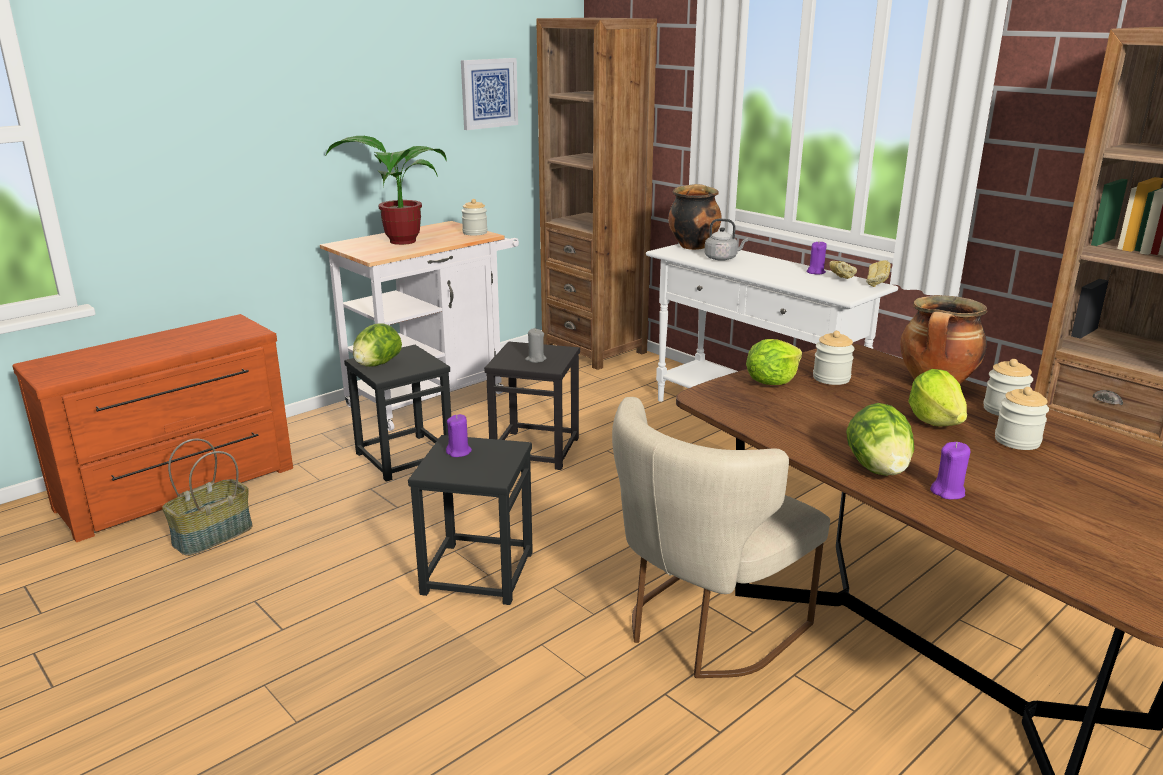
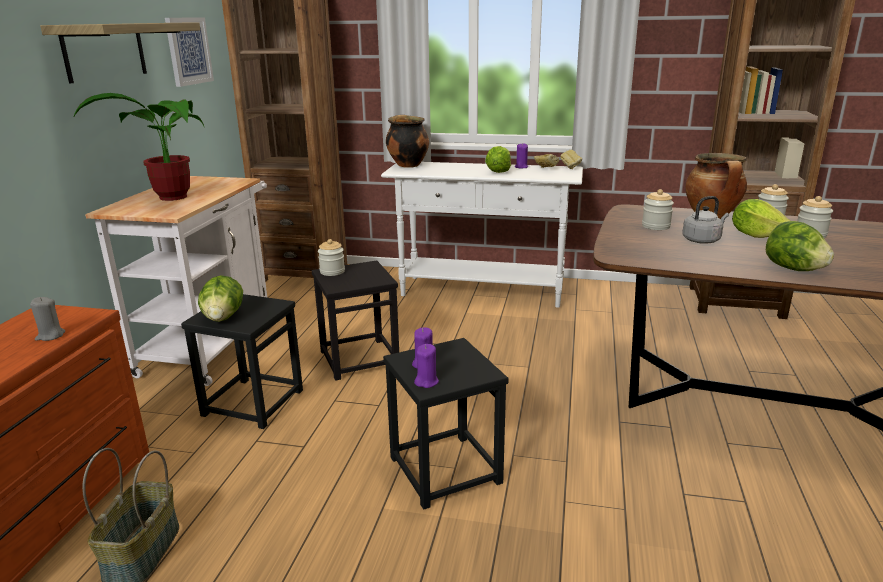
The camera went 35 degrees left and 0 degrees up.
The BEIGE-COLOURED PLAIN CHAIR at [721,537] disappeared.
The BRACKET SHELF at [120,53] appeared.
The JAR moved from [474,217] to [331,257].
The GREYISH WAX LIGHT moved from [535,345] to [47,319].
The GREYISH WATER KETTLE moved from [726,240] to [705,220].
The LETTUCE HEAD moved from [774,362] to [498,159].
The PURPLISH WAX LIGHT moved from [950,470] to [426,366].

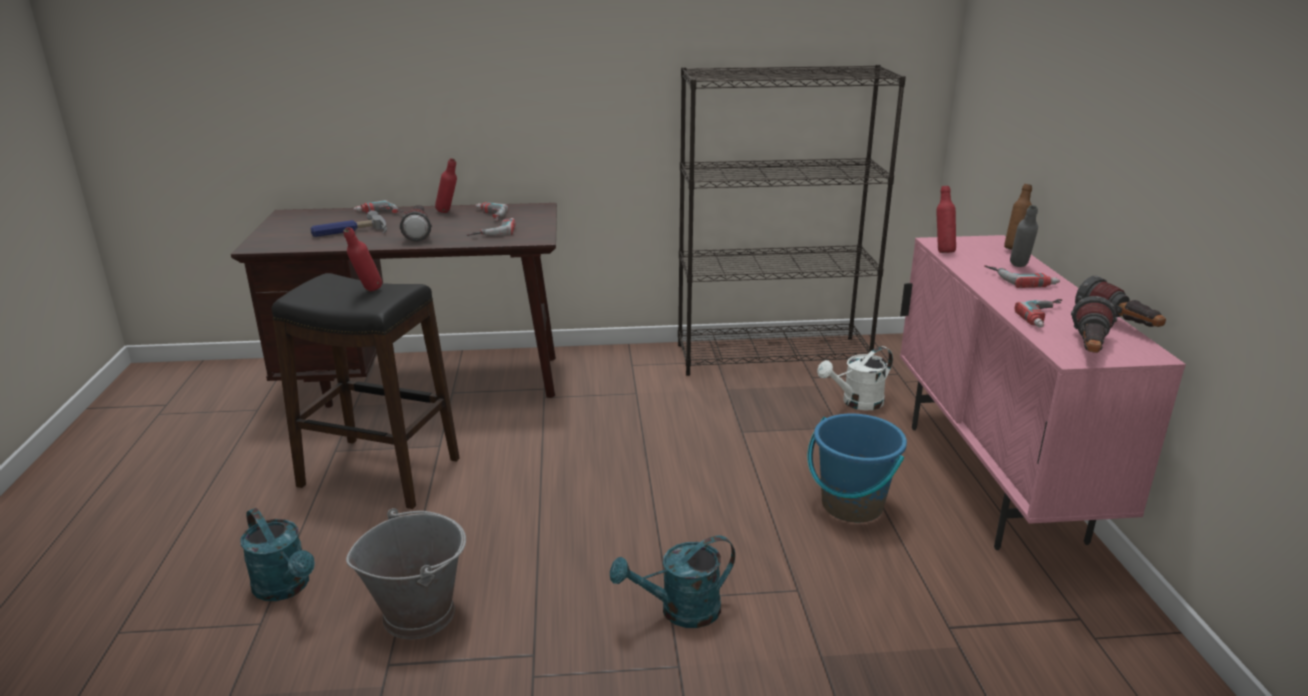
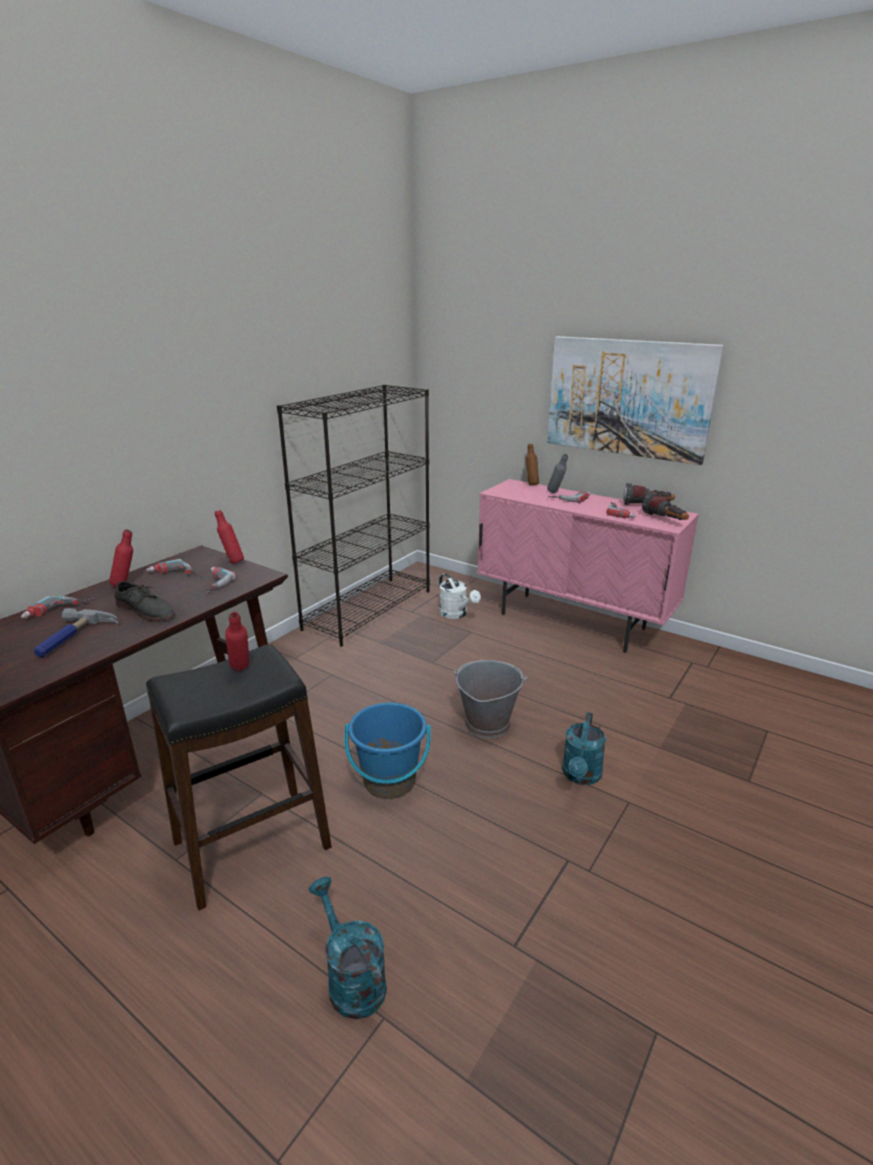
The camera went 50 degrees left and 0 degrees up.
The WALL ART at [635,400] appeared.
The GREYISH BUCKET moved from [406,573] to [490,699].
The BLUISH BUCKET moved from [857,468] to [387,751].
The REDDISH BEVERAGE BOTTLE moved from [946,219] to [229,537].
The FLASHLIGHT at [416,223] was replaced by the GREYISH ITEM OF FOOTWEAR at [144,601].
The TURQUOISE-COLOURED WATERING POT at [278,554] turned 120 degrees counterclockwise.
The WHITISH WATERING POT at [855,378] turned 45 degrees counterclockwise.

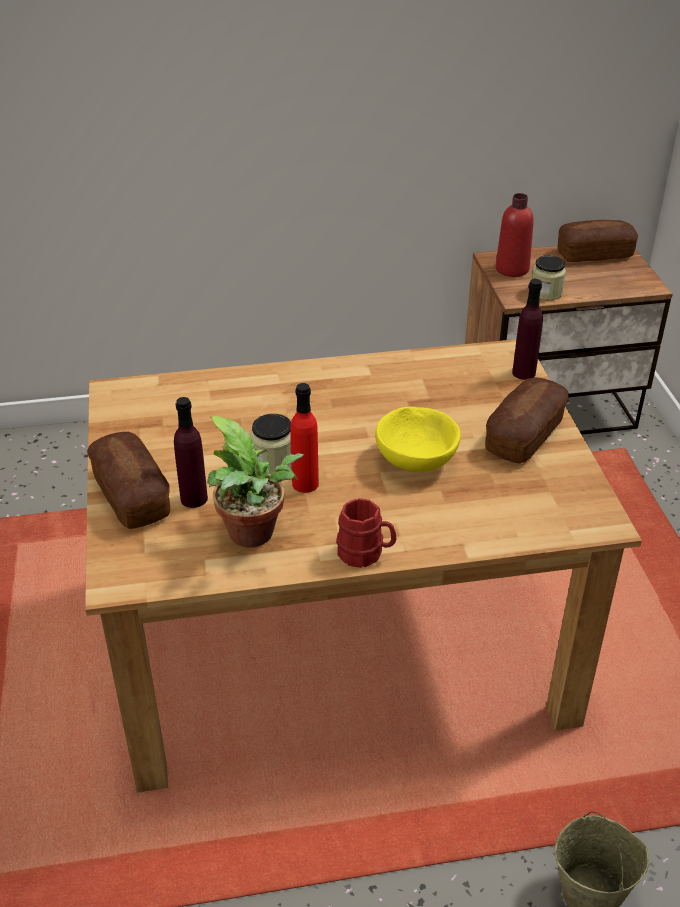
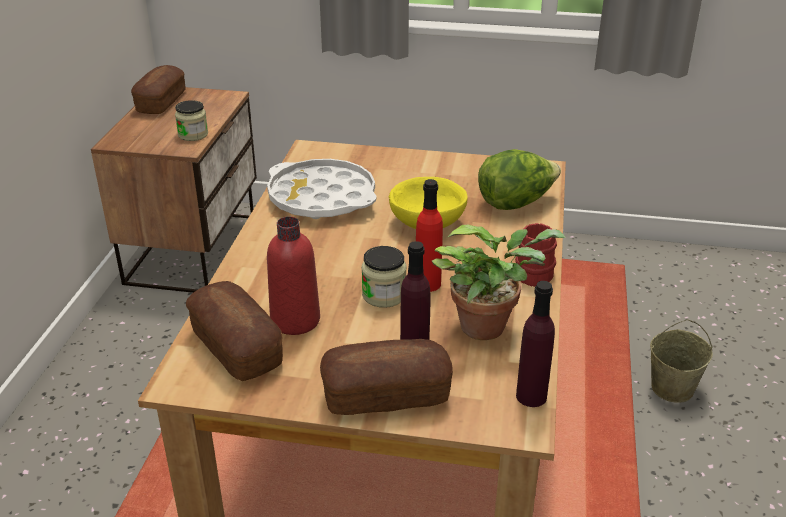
The camera went 70 degrees left and 5 degrees down.
The WHITISH SERVING TRAY at [322,189] appeared.
The LETTUCE HEAD at [519,179] appeared.
The BAKED BREAD moved from [527,420] to [234,331].
The REDDISH BEVERAGE BOTTLE moved from [514,235] to [293,275].
The PURPLISH BEVERAGE BOTTLE moved from [527,329] to [535,344].

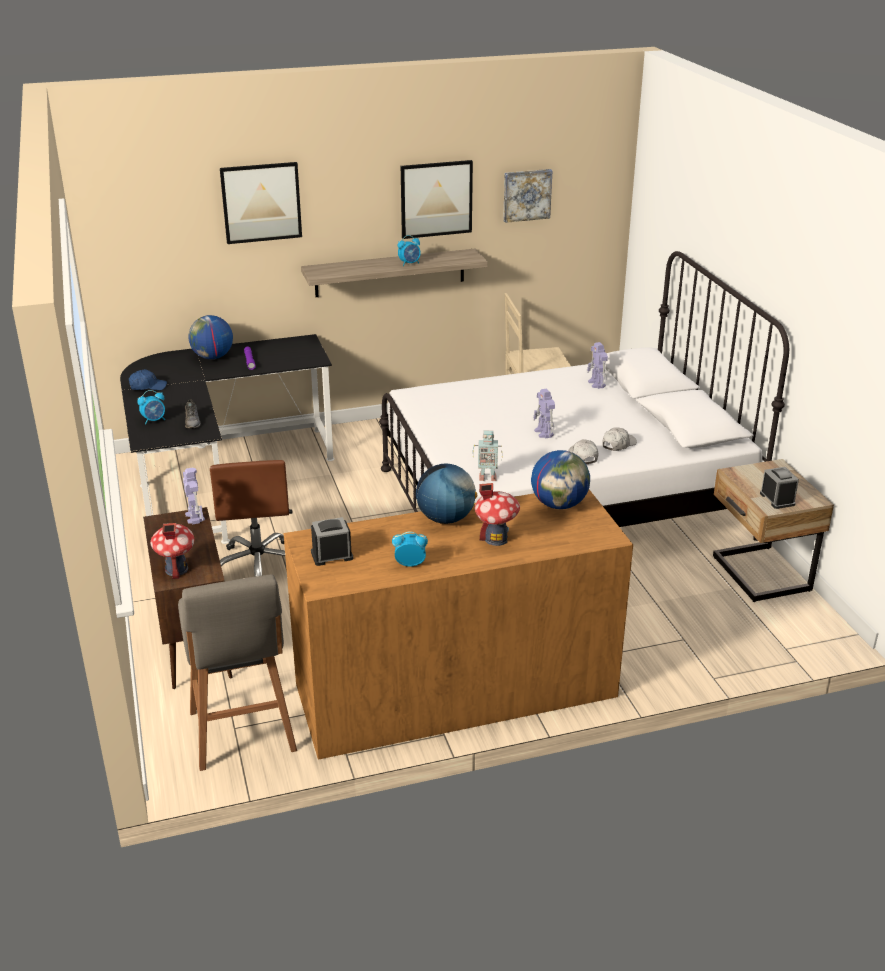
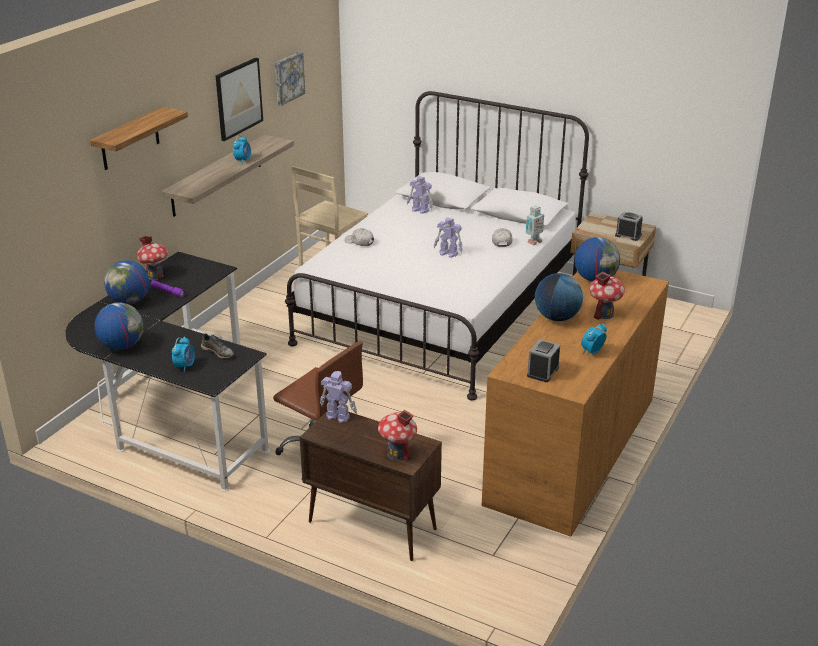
The camera went 45 degrees left and 0 degrees up.
The GREYISH STOOL SEAT at [237,672] disappeared.
The MODEL HOUSE at [152,257] appeared.
The ROBOT FIGURE moved from [488,455] to [535,225].
The WHITISH PEAKED CAP moved from [584,451] to [359,237].
The BLUISH PEAKED CAP at [148,379] was replaced by the WORLD GLOBE at [119,326].
The WALL ART at [261,203] was replaced by the BRACKET SHELF at [139,138].

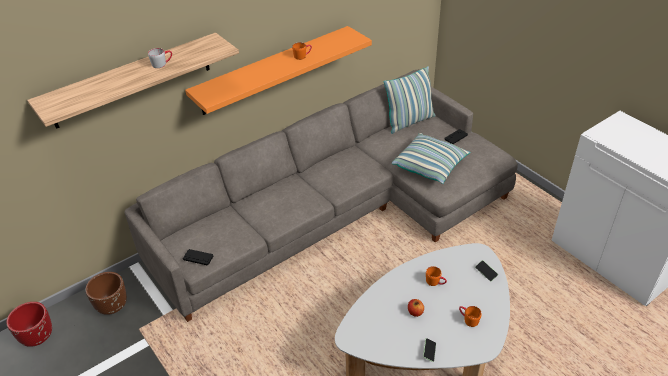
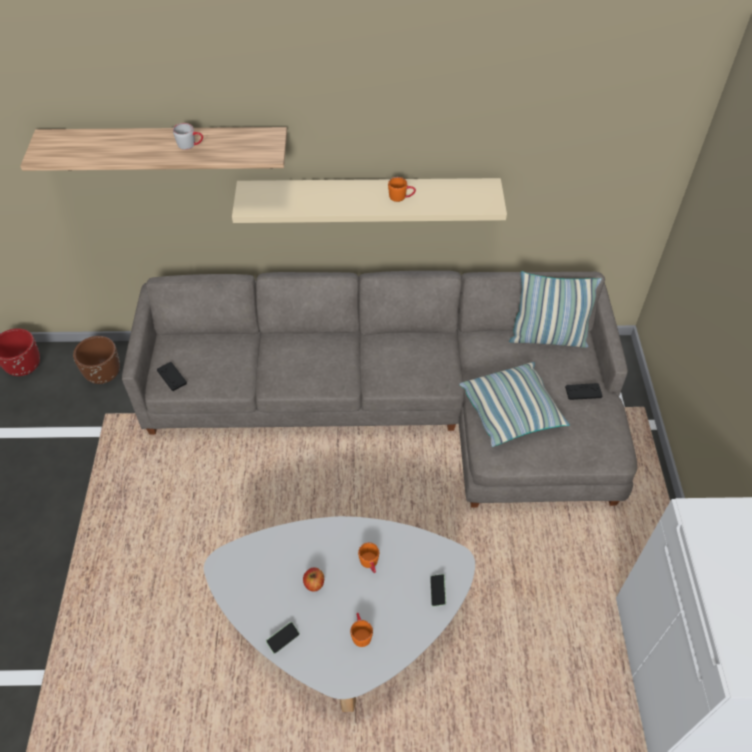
The camera went 35 degrees right and 10 degrees up.
The ORANGE-COLOURED BRACKET SHELF at [278,70] became the BEIGE-COLOURED BRACKET SHELF at [369,200].

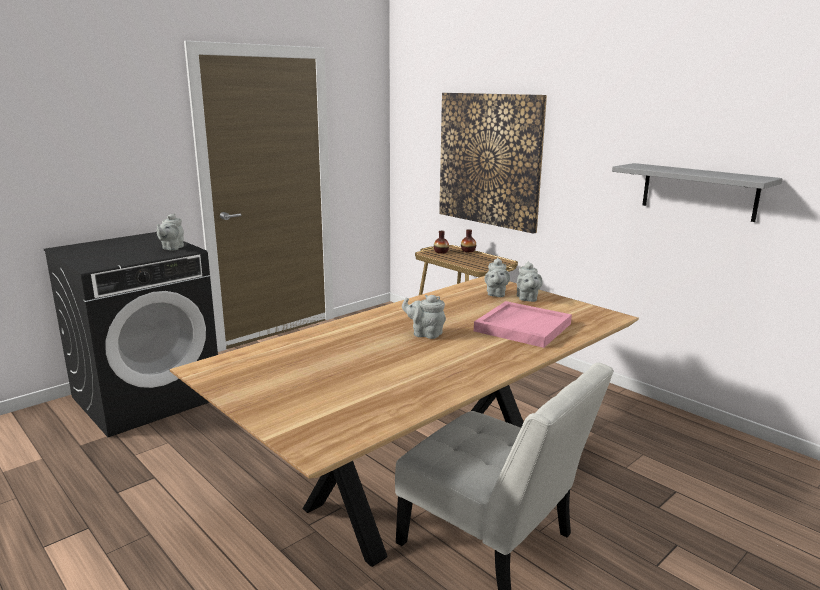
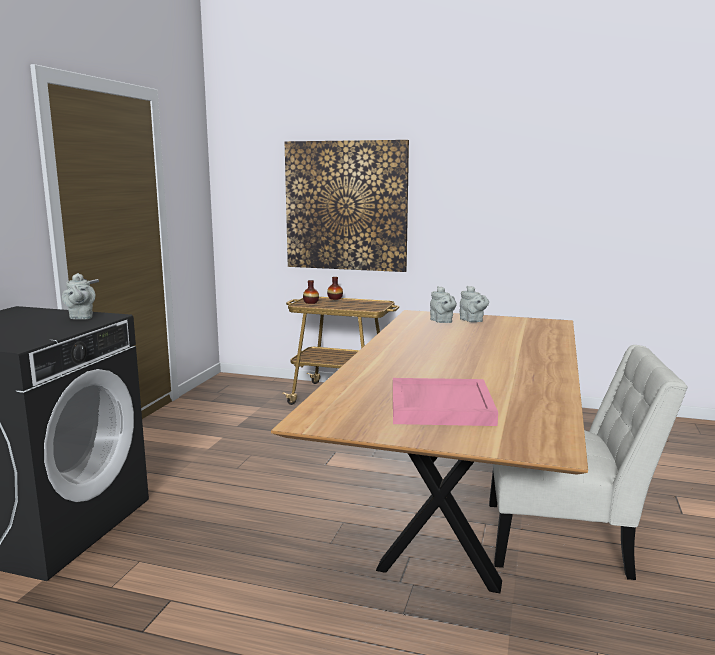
The camera went 30 degrees left and 5 degrees down.
The GREYISH TEAPOT at [424,317] disappeared.
The GREYISH BRACKET SHELF at [697,192] disappeared.
The PINKISH SERVING TRAY moved from [523,324] to [445,402].

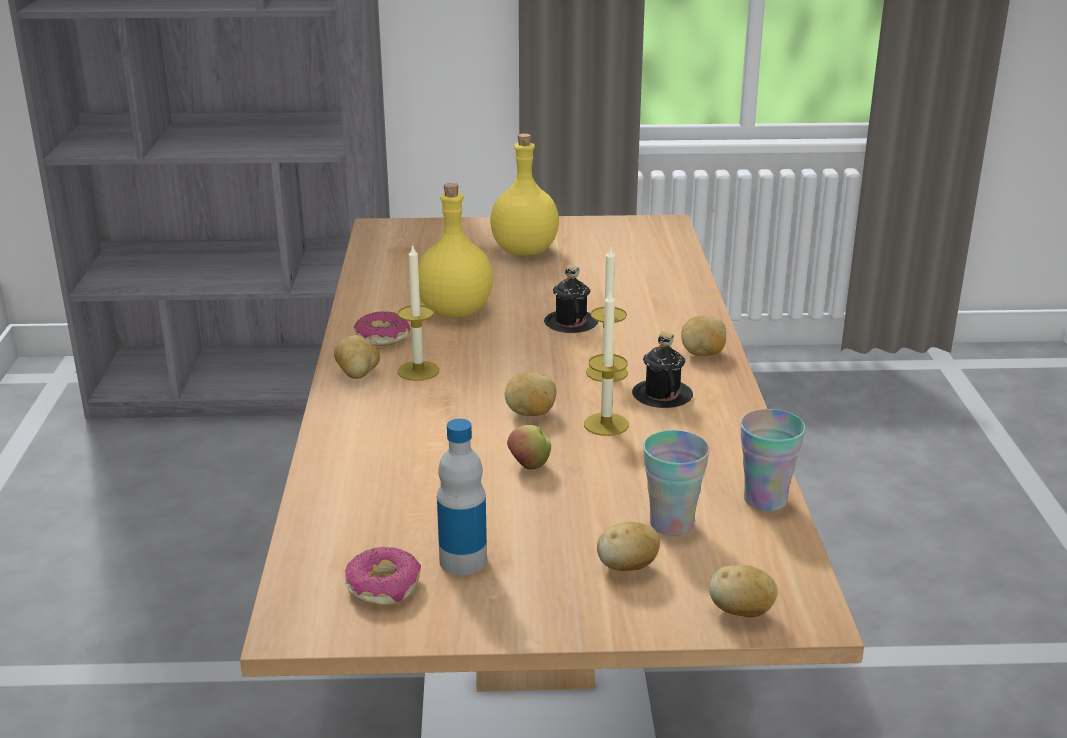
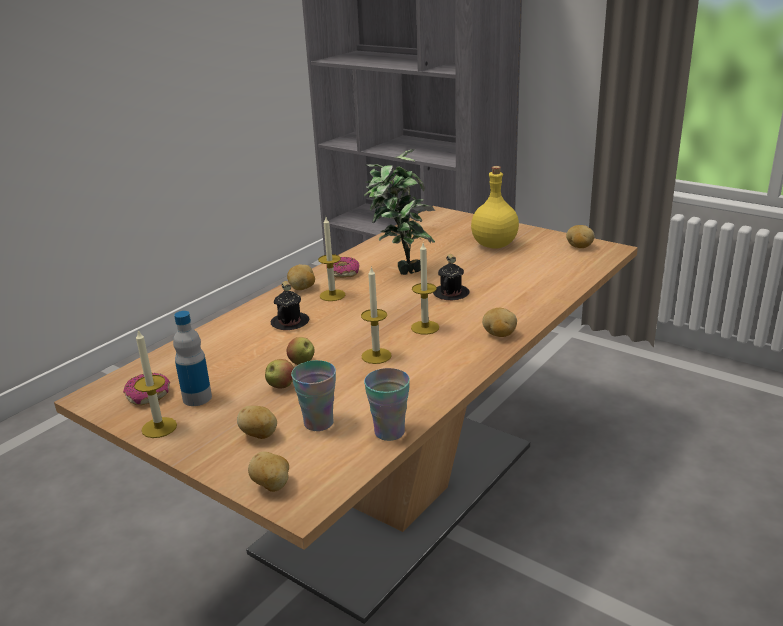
The camera went 40 degrees right and 0 degrees up.
The WAX LIGHT at [155,384] appeared.
The WHOLE APPLE at [279,374] appeared.
The WHOLE POTATO moved from [530,394] to [580,236].
The BLACKISH TEA MUG moved from [662,369] to [290,305].
The YELLOW-COLOURED BEVERAGE BOTTLE at [455,250] was replaced by the HOUSEPLANT at [399,212].

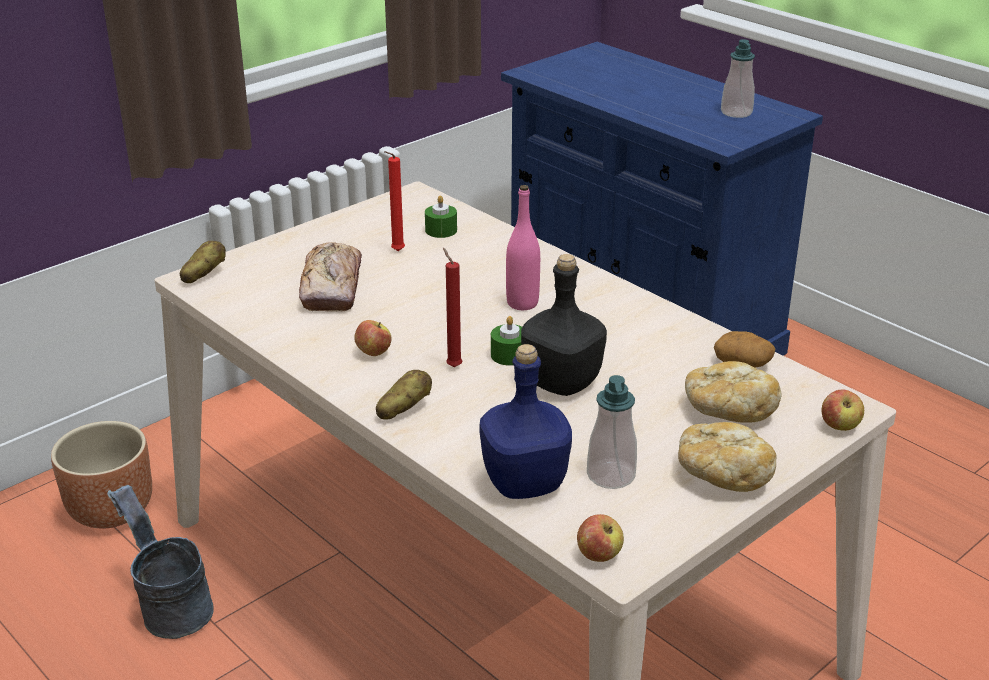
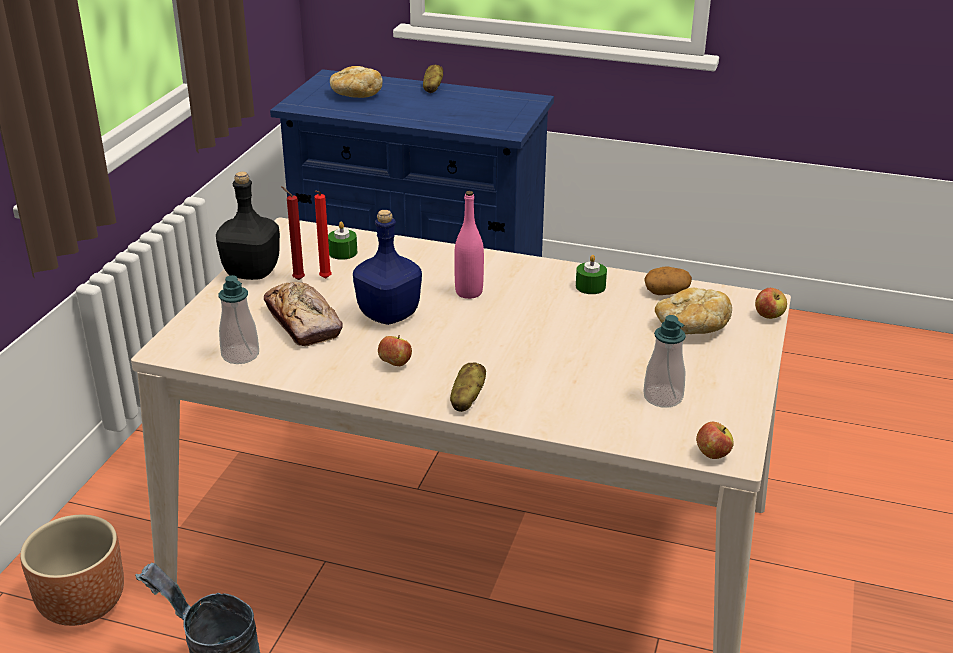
The camera went 30 degrees left and 0 degrees up.
The WHOLE POTATO moved from [203,262] to [433,79].
The REDDISH WAX LIGHT moved from [452,307] to [293,233].
The BLUISH BEVERAGE BOTTLE moved from [525,421] to [387,267].
The GREENISH WAX LIGHT moved from [506,341] to [591,274].
The BLACKISH BEVERAGE BOTTLE moved from [564,325] to [248,226].
The BAKED BREAD moved from [727,457] to [356,82].
The SOAP BOTTLE moved from [738,78] to [238,319].

